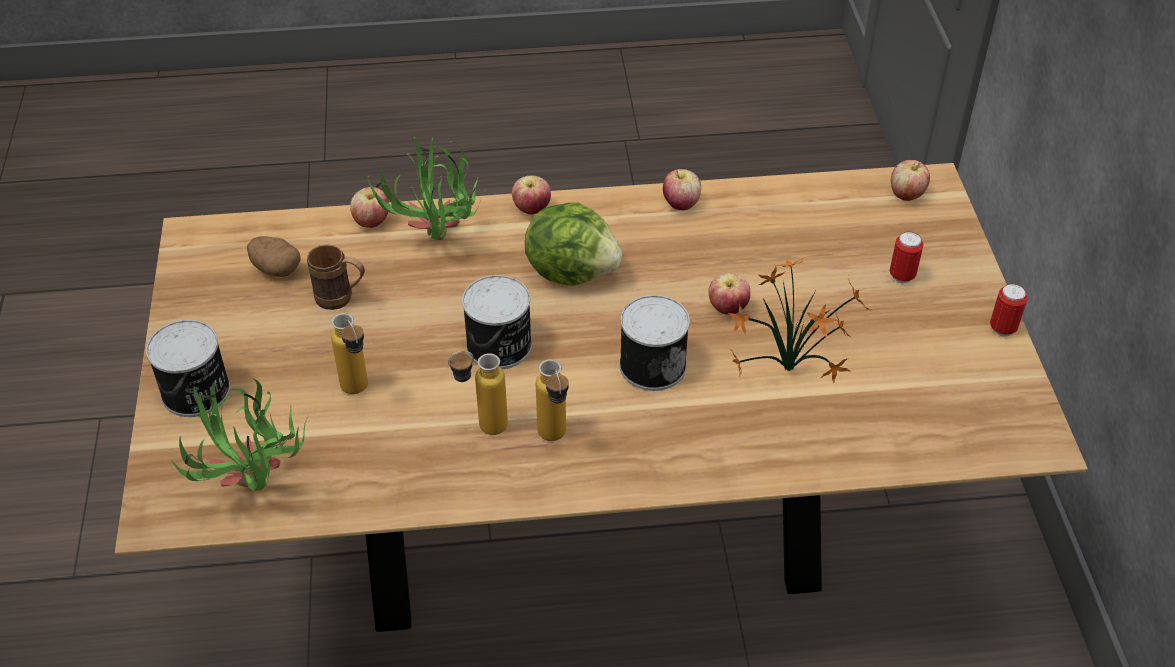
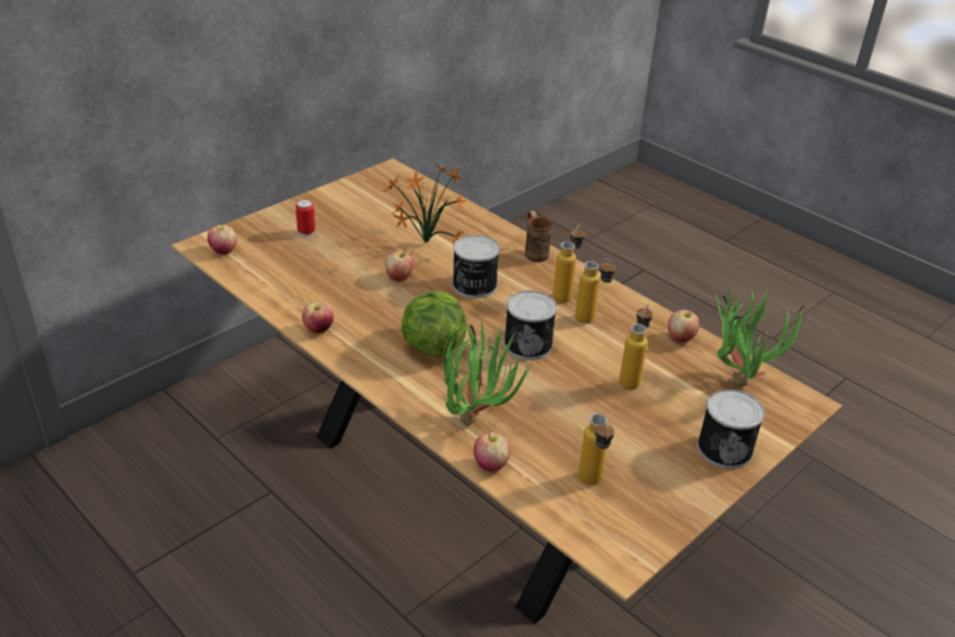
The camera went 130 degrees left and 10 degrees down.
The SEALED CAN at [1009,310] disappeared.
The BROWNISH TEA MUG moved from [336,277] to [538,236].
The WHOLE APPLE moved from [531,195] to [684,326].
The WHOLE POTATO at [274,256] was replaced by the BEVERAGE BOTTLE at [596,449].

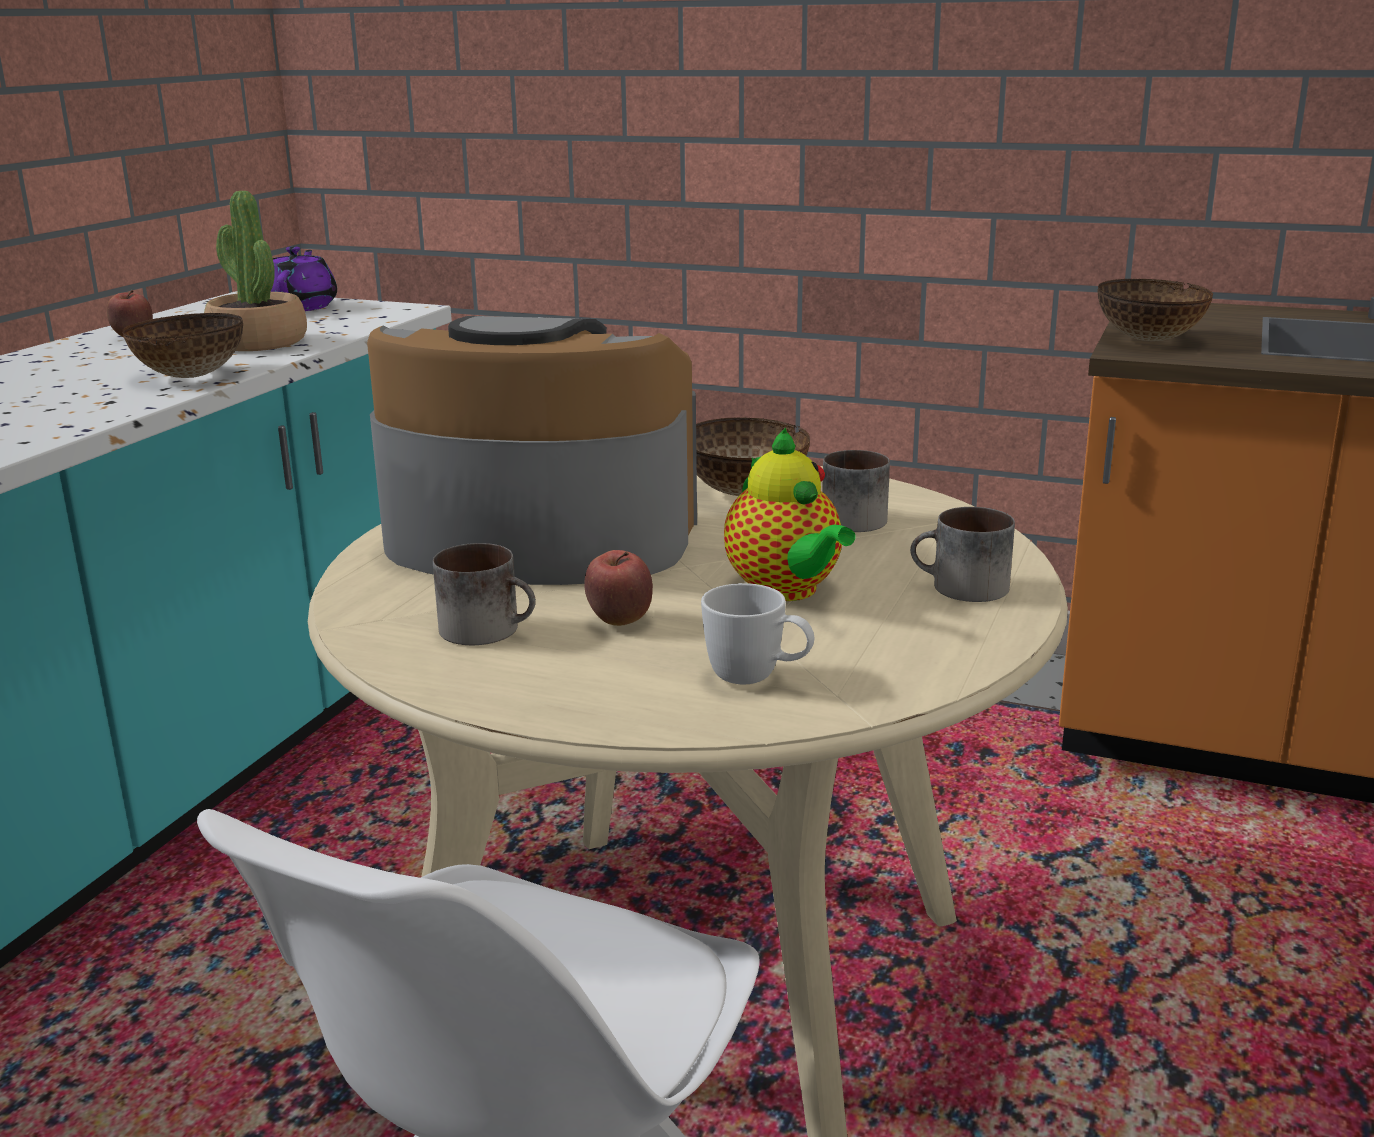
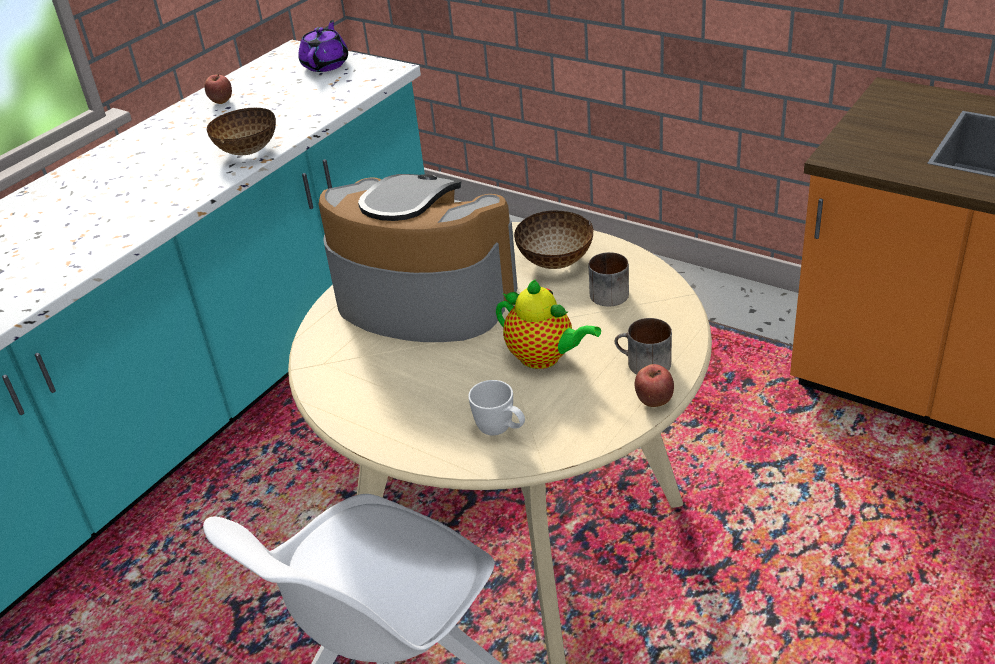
The camera went 15 degrees right and 15 degrees up.
The HOUSEPLANT at [255,271] disappeared.
The TEA MUG at [484,594] disappeared.
The DEEP DISH at [1155,310] disappeared.
The WHOLE APPLE moved from [618,588] to [654,385].
The TEAPOT at [790,514] turned 45 degrees counterclockwise.

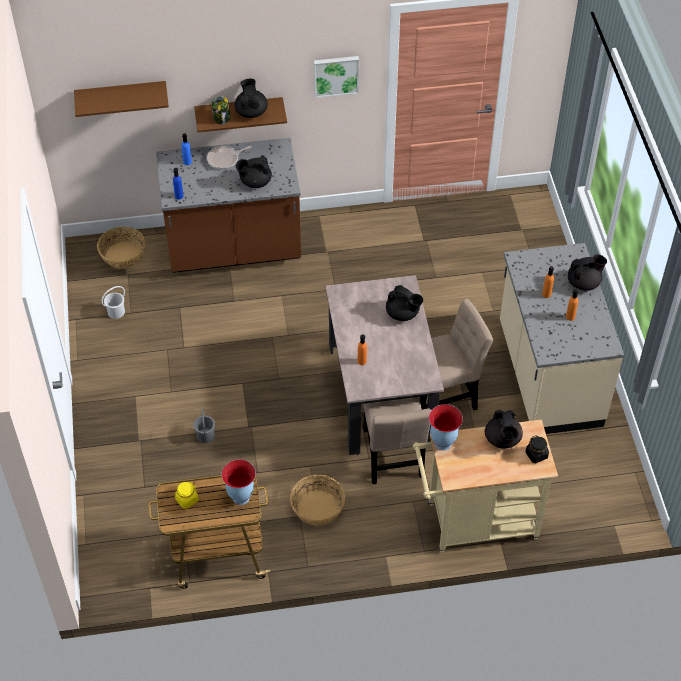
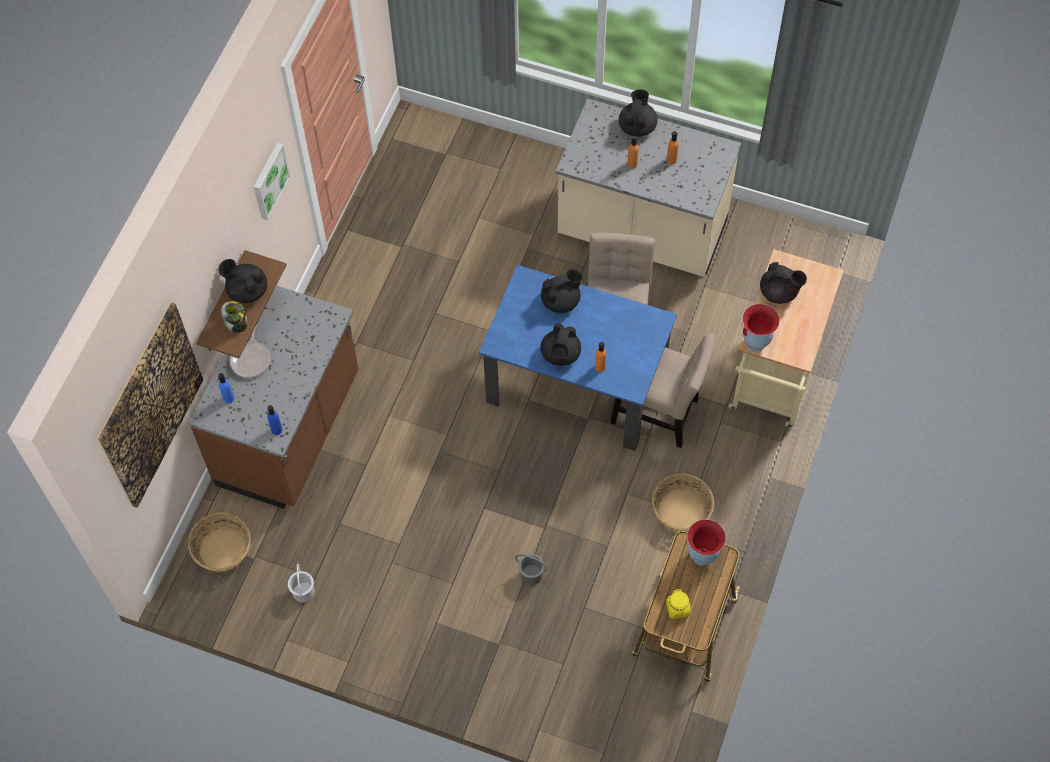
The camera went 60 degrees left and 10 degrees up.
The BLACKISH JAR at [537,449] disappeared.
The BLACKISH TEAPOT moved from [254,171] to [560,344].
The BROWNISH BRACKET SHELF at [121,99] was replaced by the WALL ART at [150,405].
The BEIGE-COLOURED DINING TABLE at [384,365] became the BLUISH DINING TABLE at [578,358].

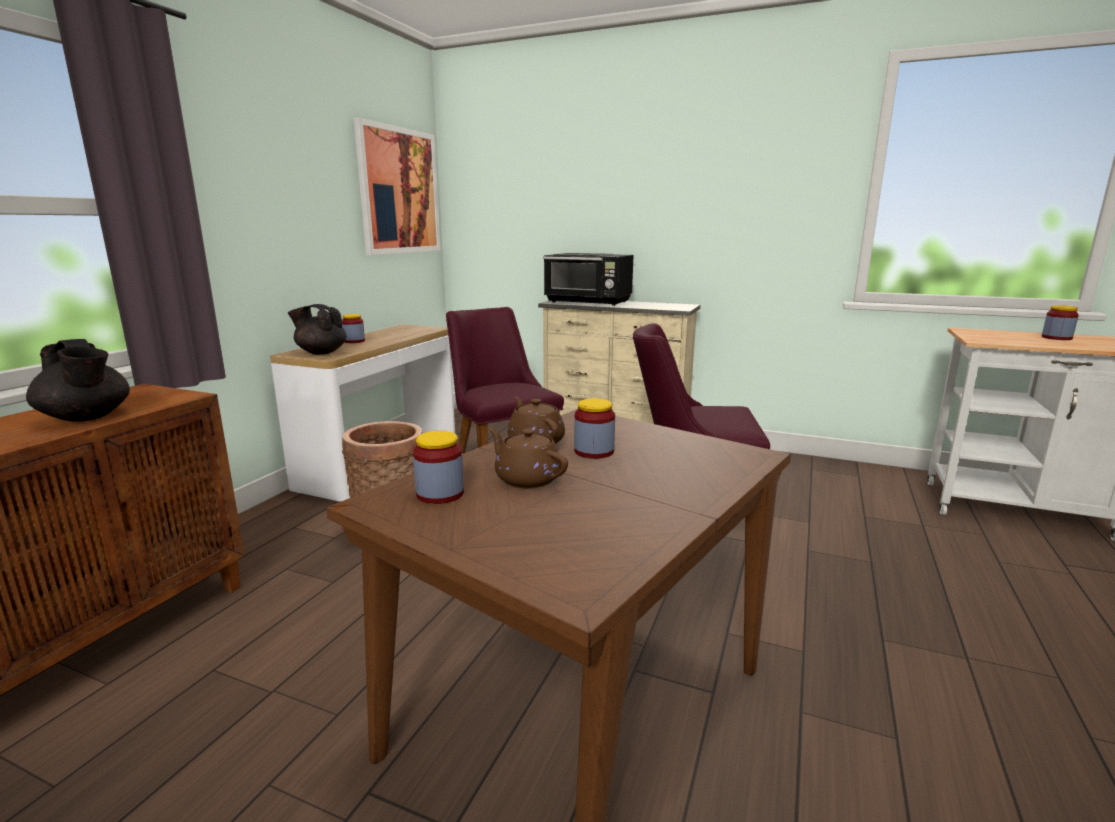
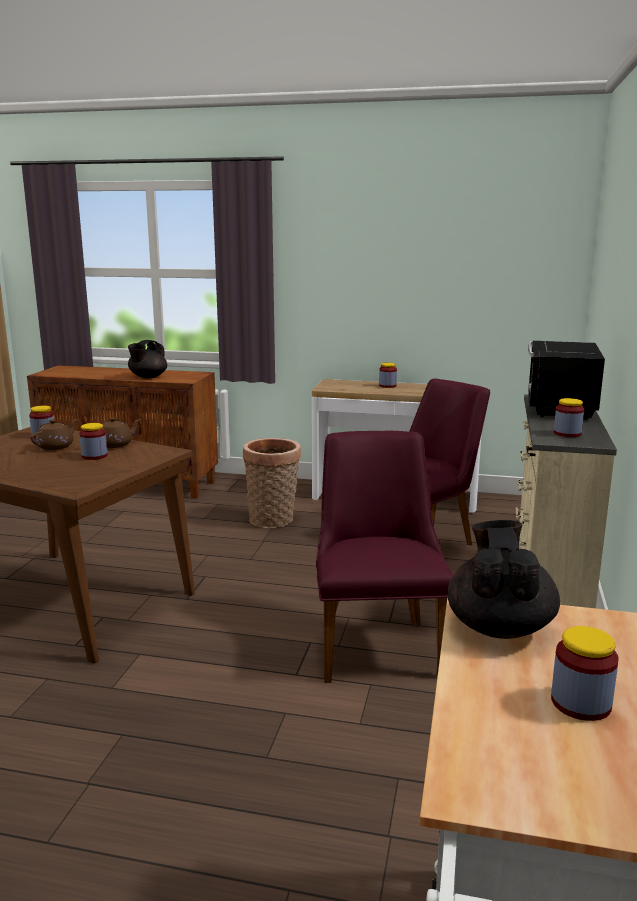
The camera went 80 degrees right and 0 degrees up.
The WALL ART at [397,186] disappeared.
The JAR at [569,417] appeared.
The BLACKISH TEAPOT moved from [317,329] to [504,579].

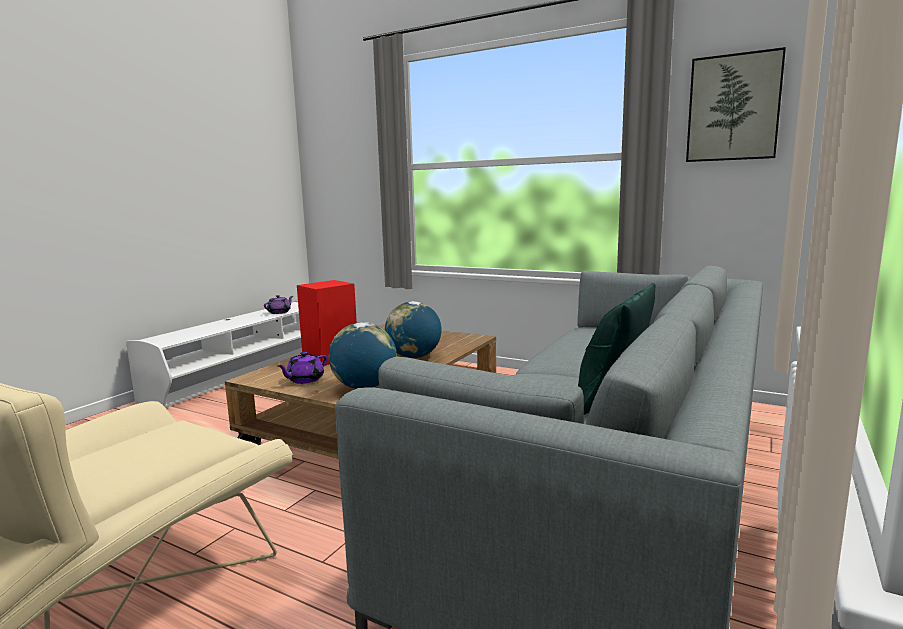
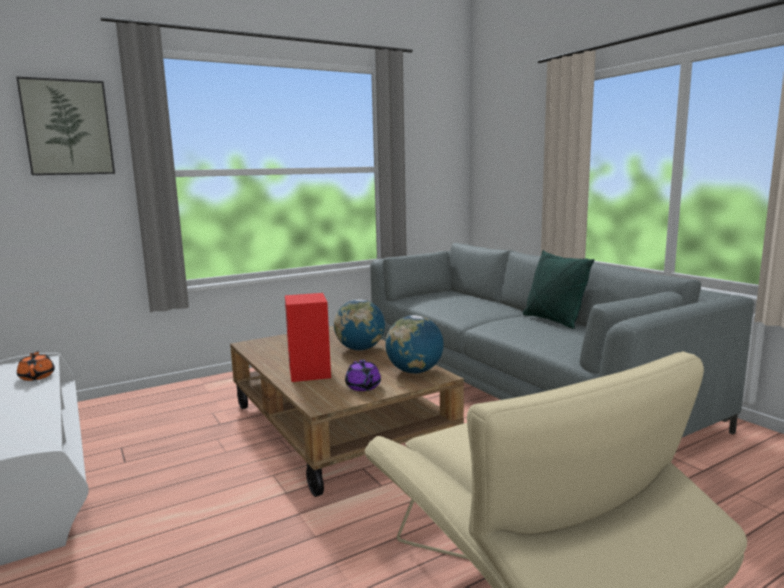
The camera went 60 degrees left and 0 degrees up.
The WALL ART moved from [736,104] to [65,126].
The PURPLISH TEAPOT at [278,304] became the ORANGE-COLOURED TEAPOT at [36,366].

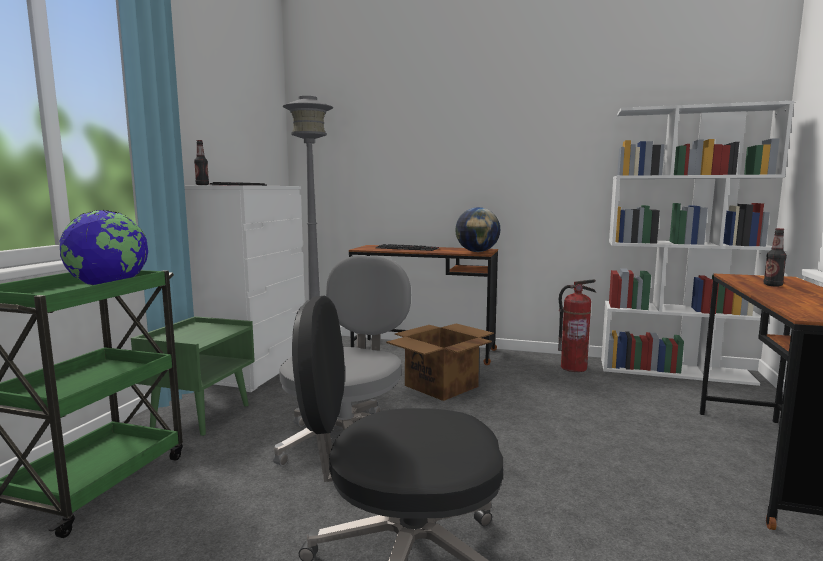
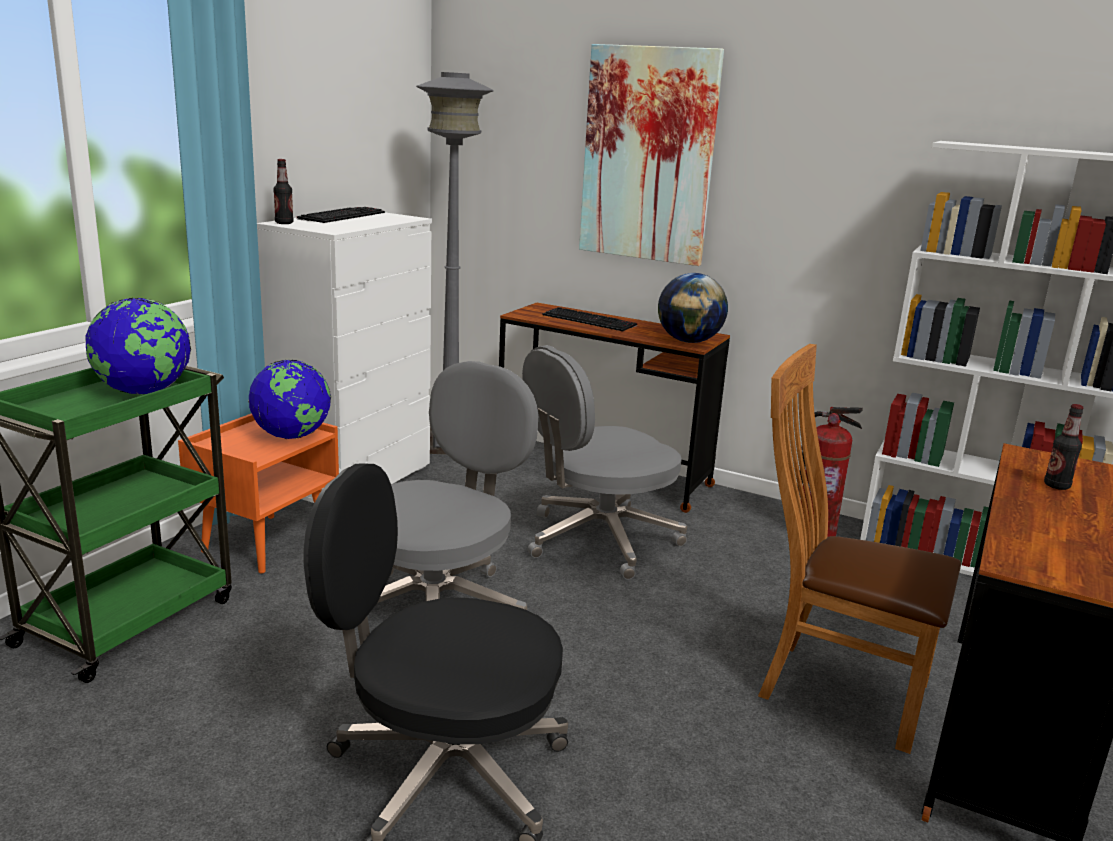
The camera went 10 degrees right and 10 degrees up.
The WORLD GLOBE at [289,399] appeared.
The WALL ART at [651,155] appeared.
The BROWNISH PLAIN CHAIR at [859,549] appeared.
The CARTON at [440,362] was replaced by the GREYISH DESK CHAIR at [604,462].
The GREENISH BEDSIDE TABLE at [193,376] became the ORANGE-COLOURED BEDSIDE TABLE at [258,493].

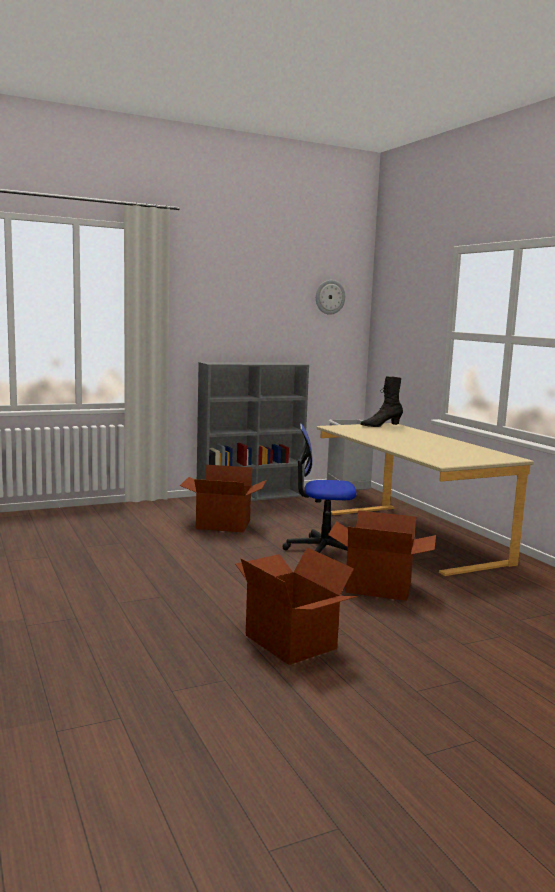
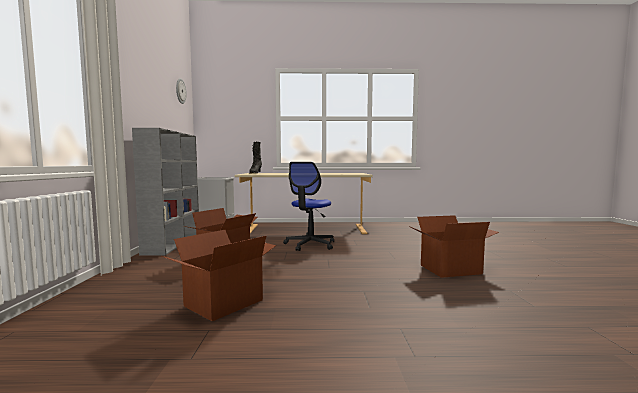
The camera went 65 degrees left and 5 degrees down.
The CARTON moved from [382,555] to [219,275].

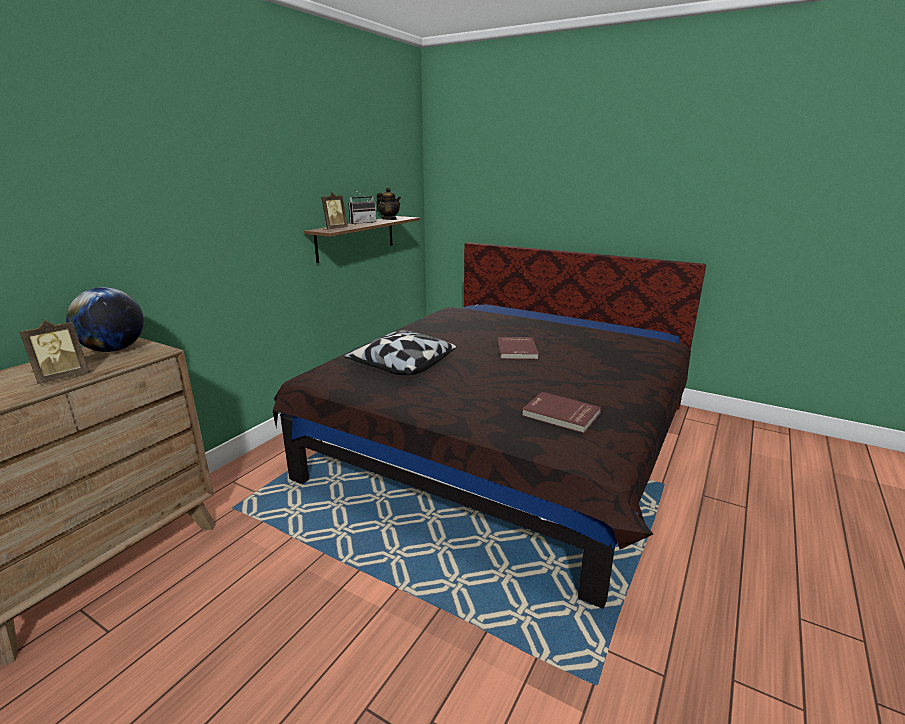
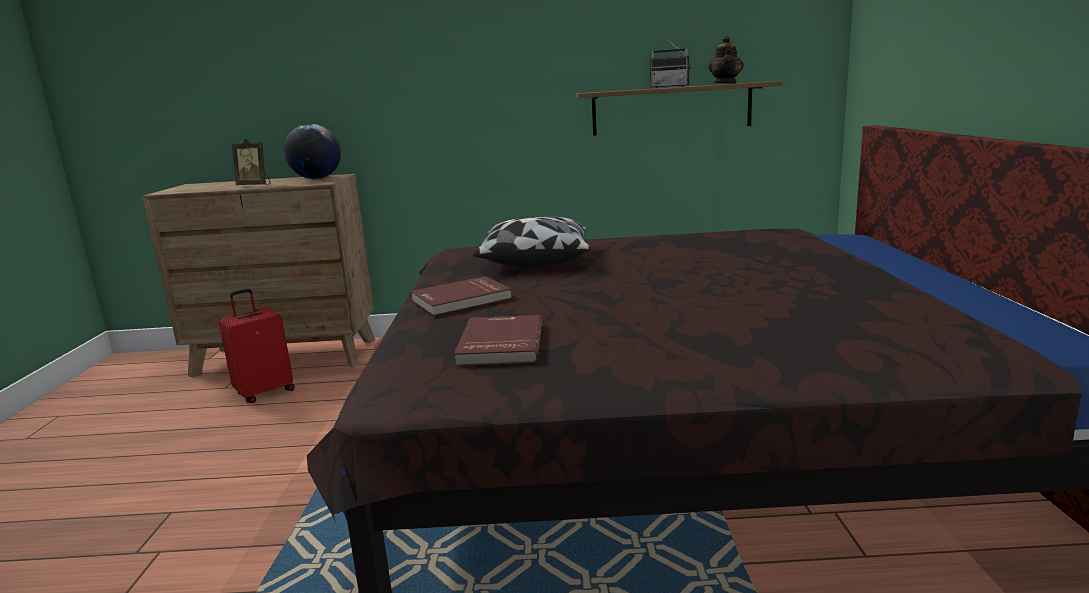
The camera went 60 degrees right and 5 degrees down.
The PICTURE FRAME at [334,211] disappeared.
The REDDISH PIECE OF LUGGAGE at [256,346] appeared.
The REDDISH VOLUME moved from [518,348] to [461,296].

